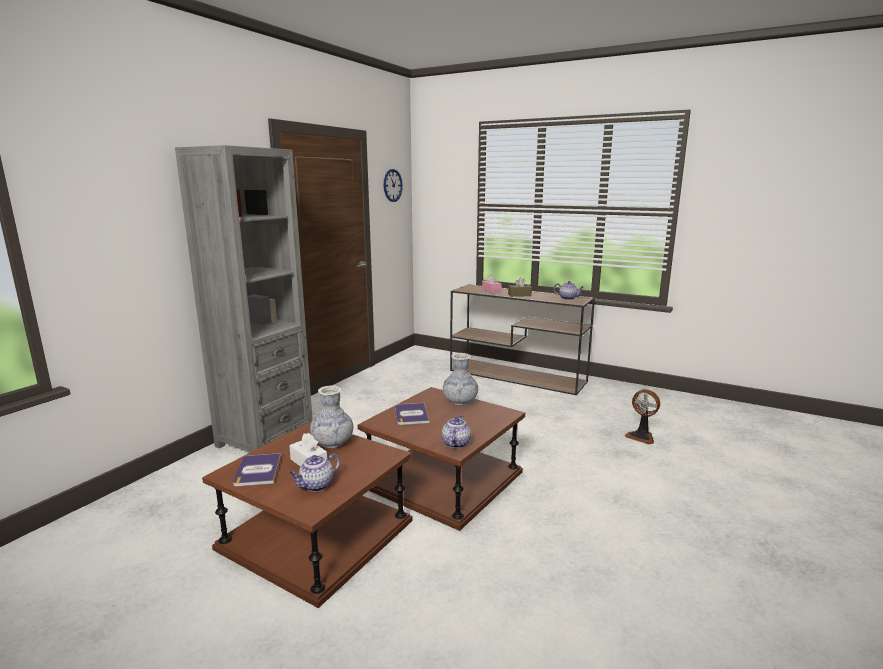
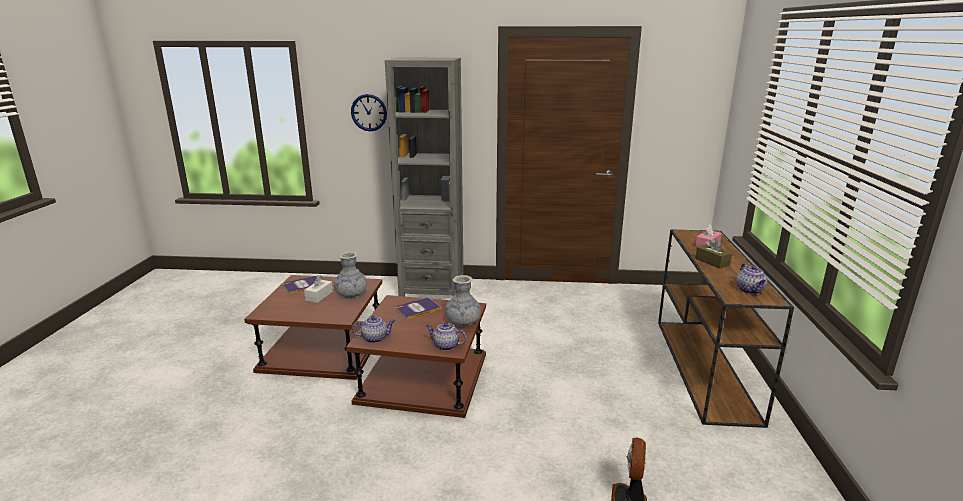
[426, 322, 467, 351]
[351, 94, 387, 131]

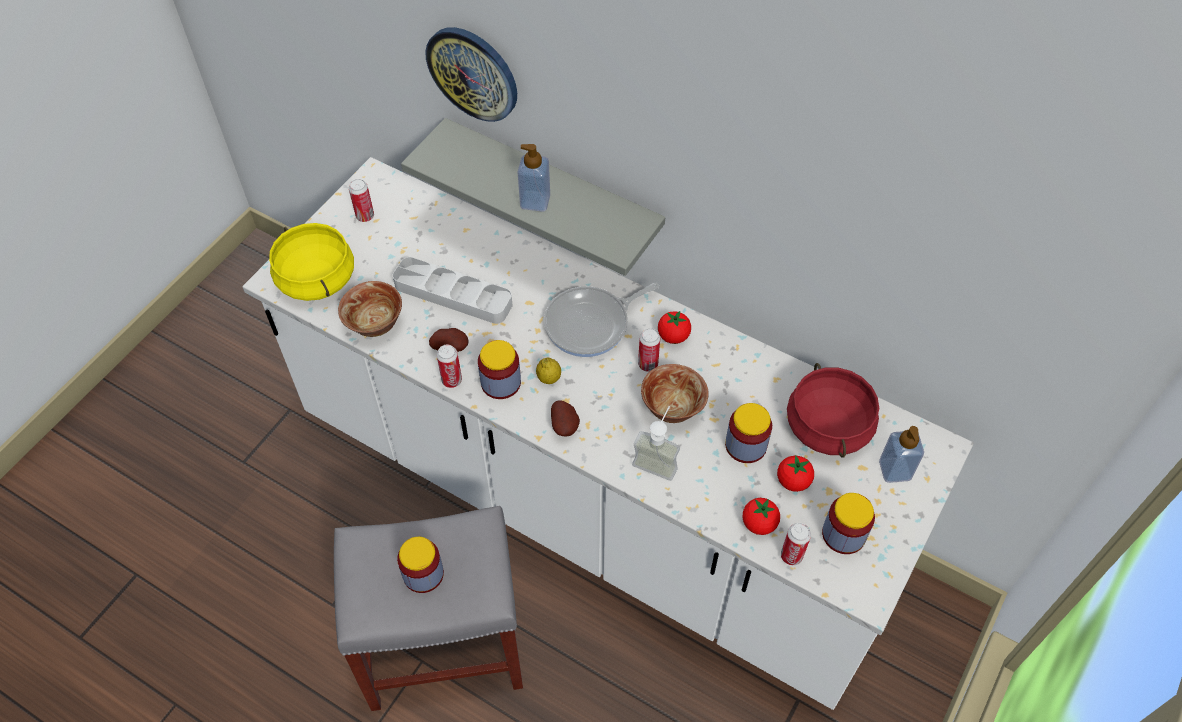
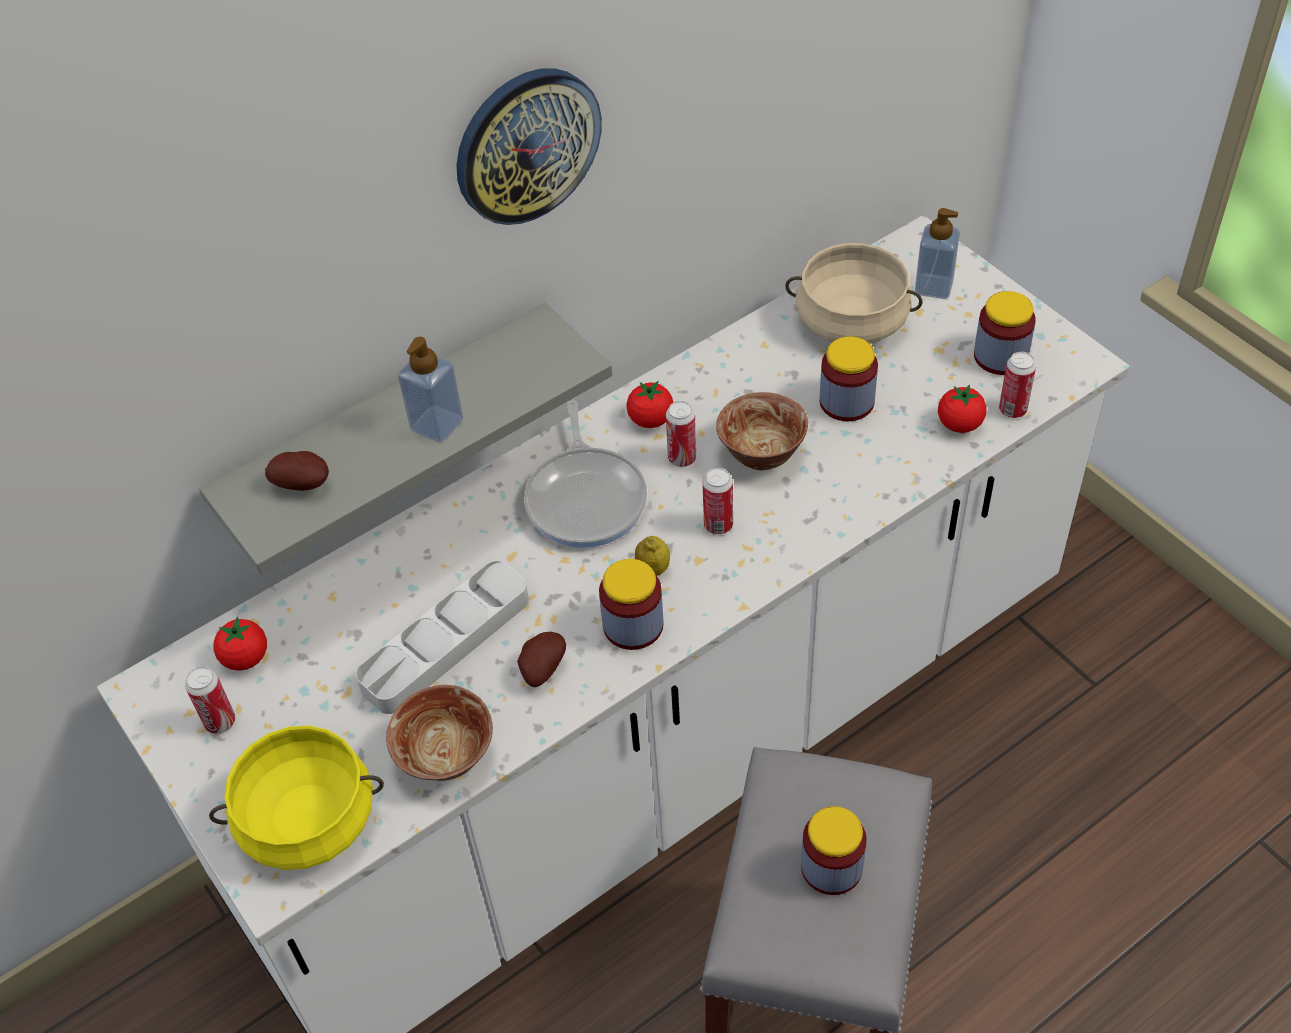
[456, 68, 602, 225]
[703, 467, 733, 534]
[265, 451, 329, 491]
[632, 406, 680, 481] (first image)
[213, 616, 267, 671]
[785, 243, 922, 344]

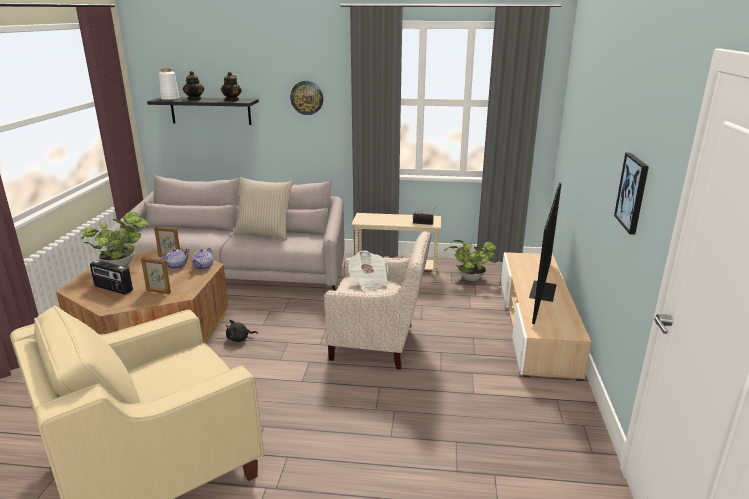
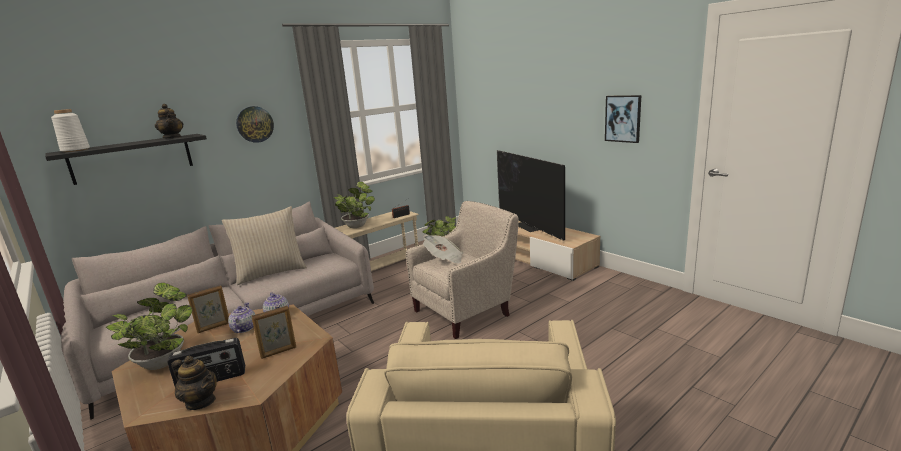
[171, 356, 217, 410]
[226, 320, 258, 342] (first image)
[334, 182, 375, 228]

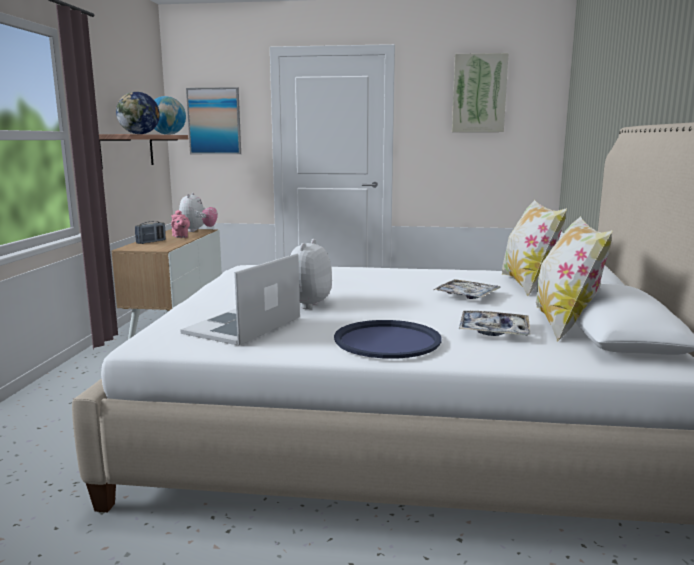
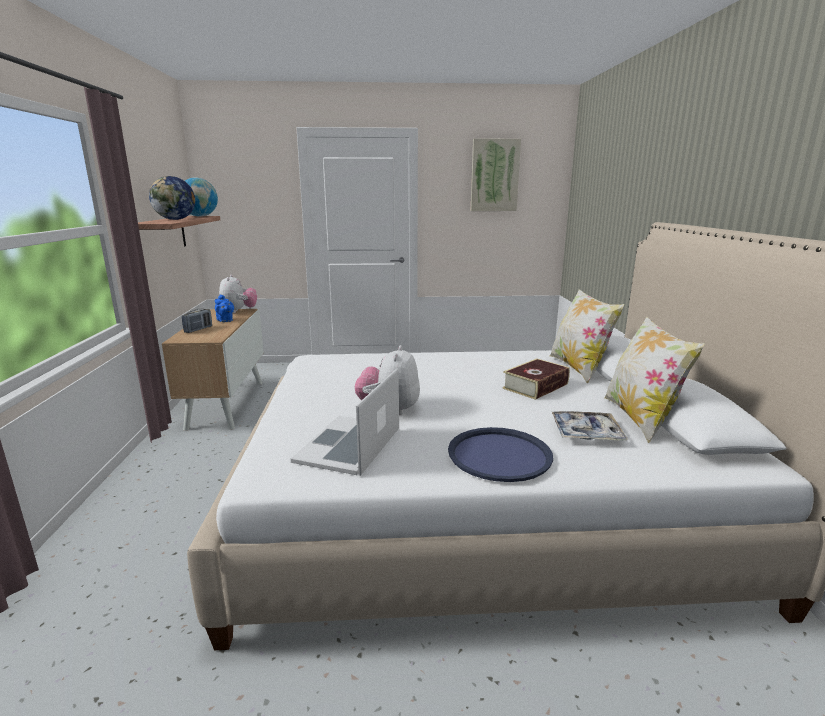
[215, 295, 234, 322]
[186, 87, 241, 154] (first image)
[502, 358, 570, 400]

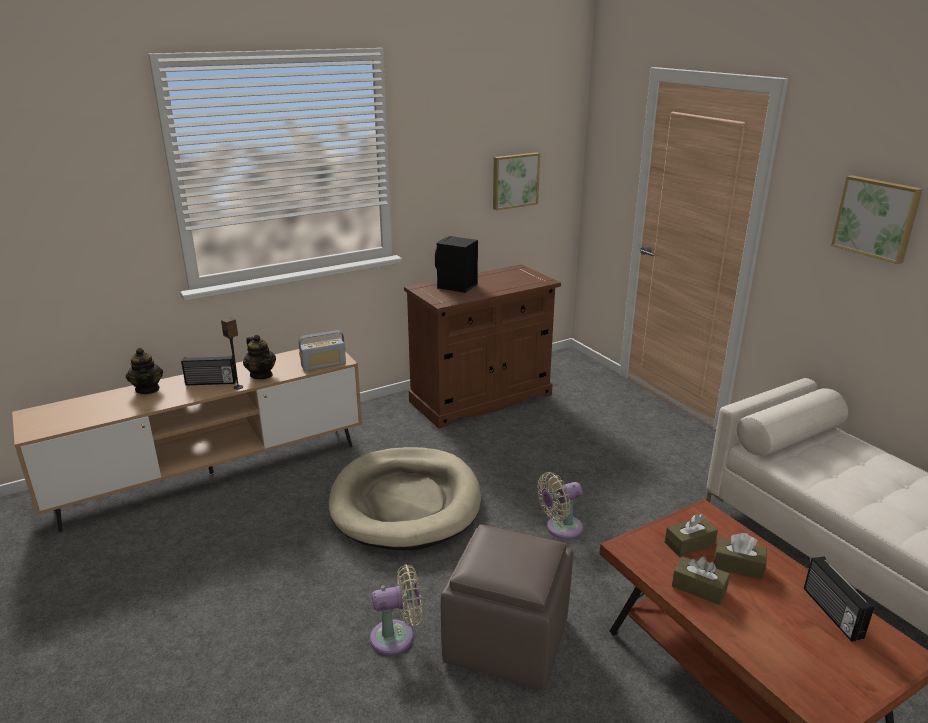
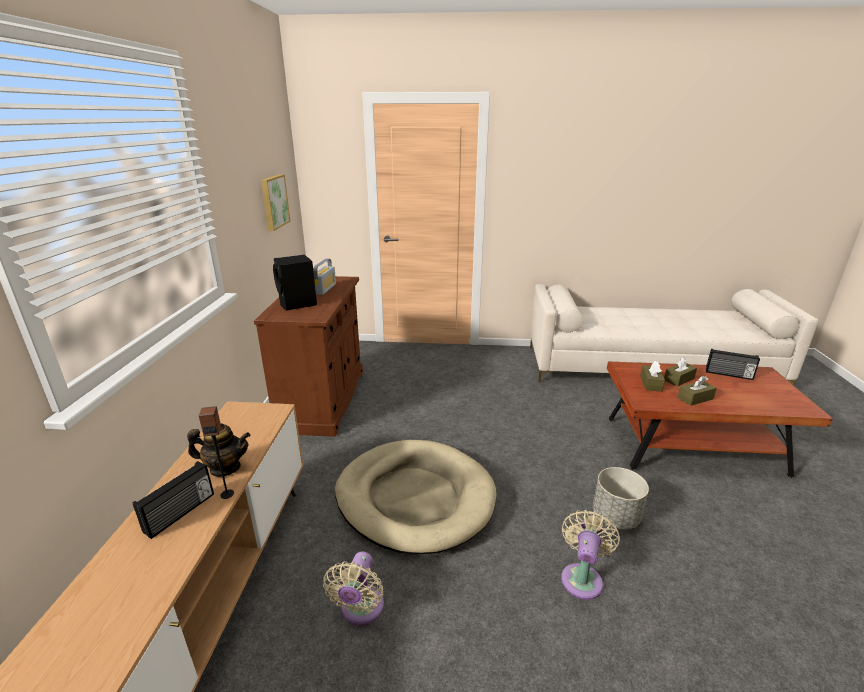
[126, 348, 163, 394] (first image)
[313, 258, 336, 295]
[593, 467, 649, 529]
[323, 551, 384, 625]
[831, 175, 923, 264] (first image)

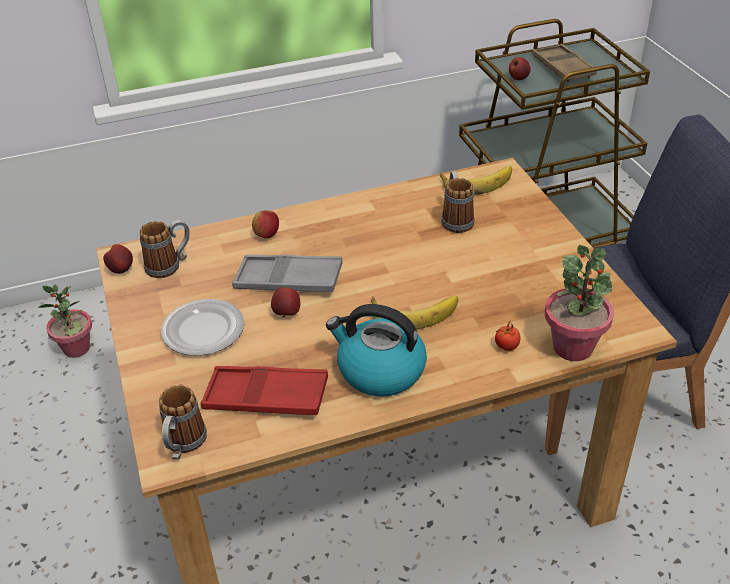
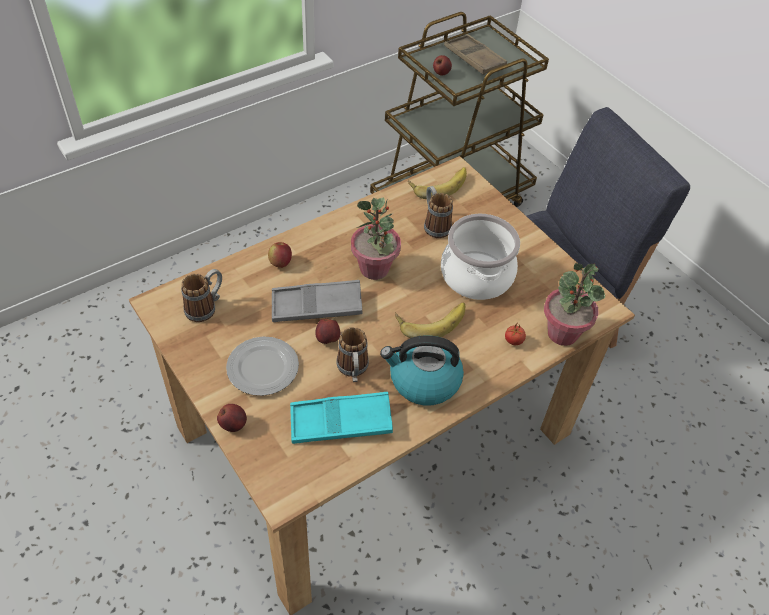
[351, 198, 401, 280]
[217, 404, 247, 432]
[336, 327, 369, 382]
[290, 392, 393, 444]
[441, 214, 520, 300]

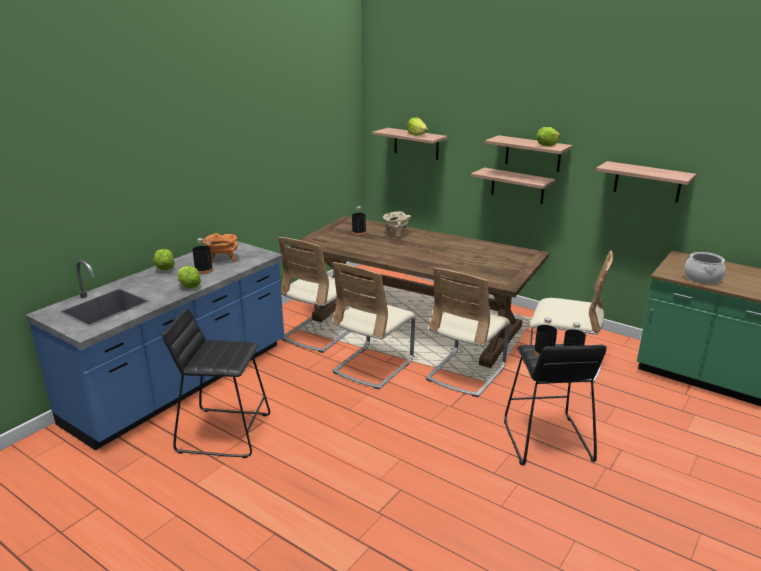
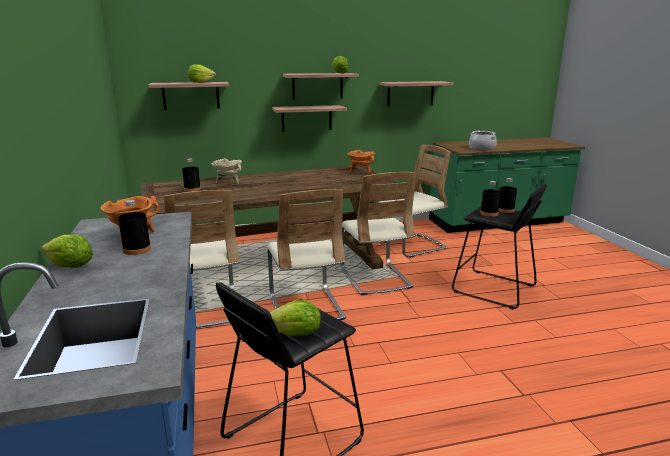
[270, 300, 321, 336]
[347, 150, 375, 174]

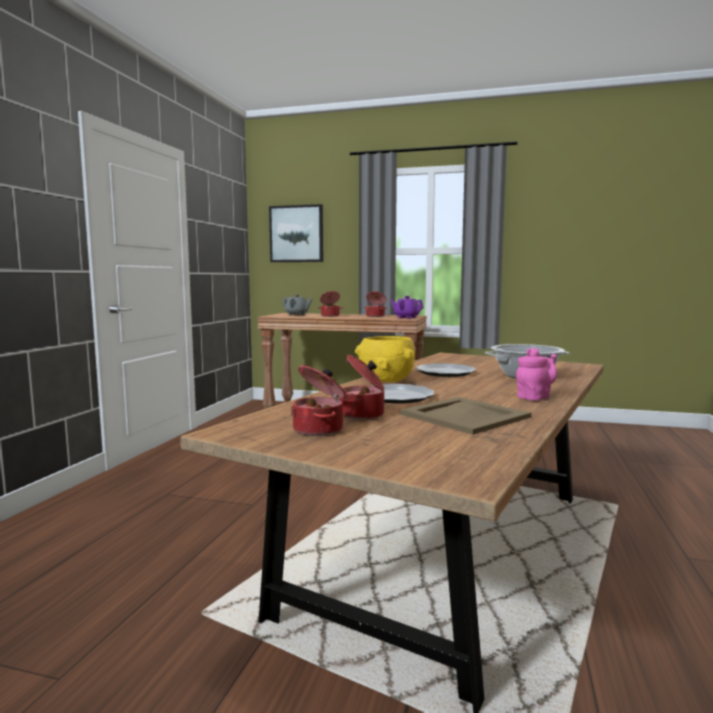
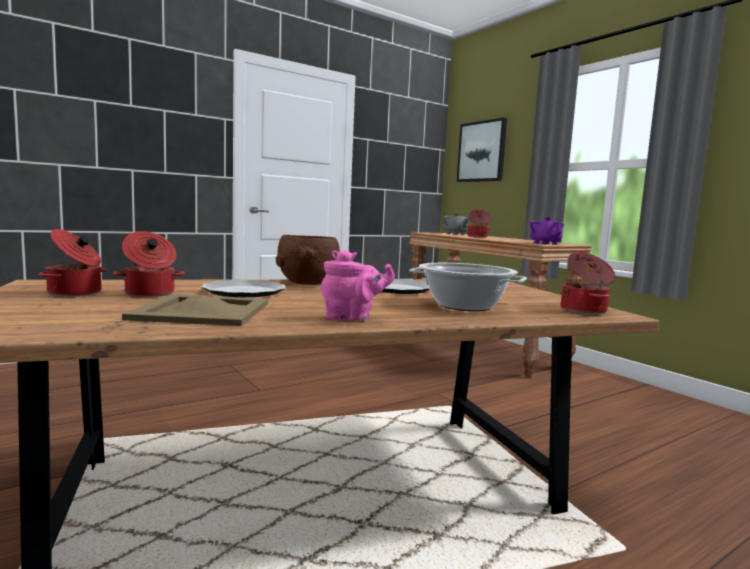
[276, 235, 340, 285]
[561, 252, 615, 315]

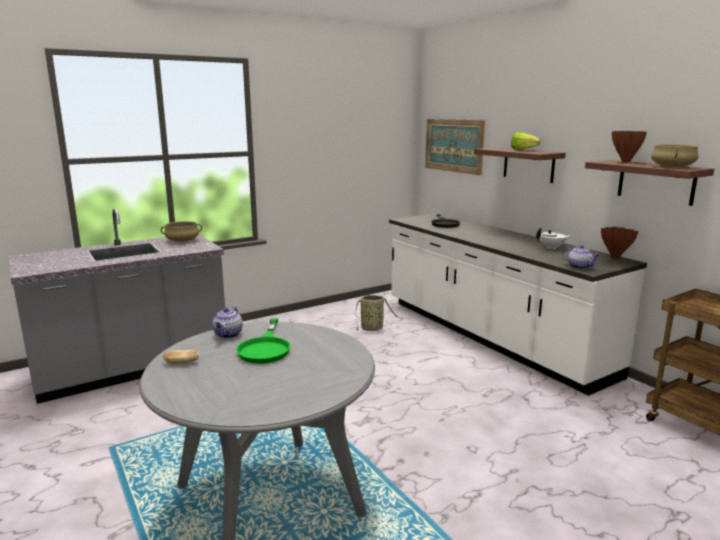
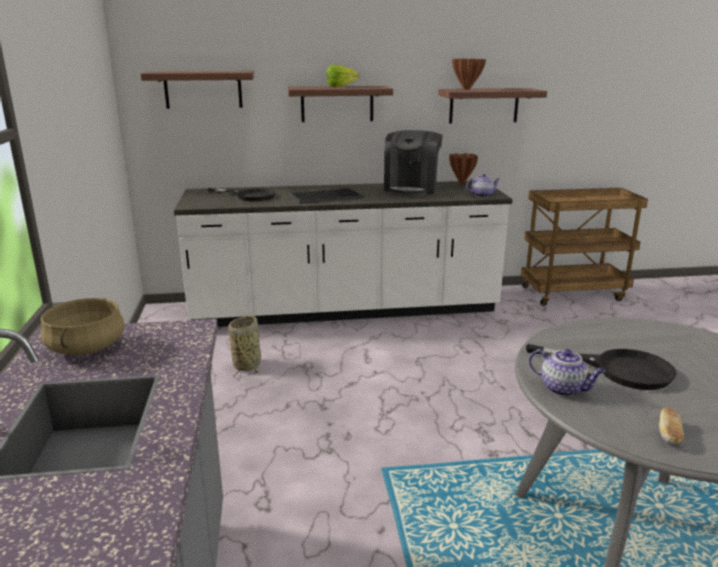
[526, 344, 677, 390]
[141, 71, 254, 109]
[384, 130, 443, 196]
[651, 144, 698, 167] (first image)
[288, 187, 364, 204]

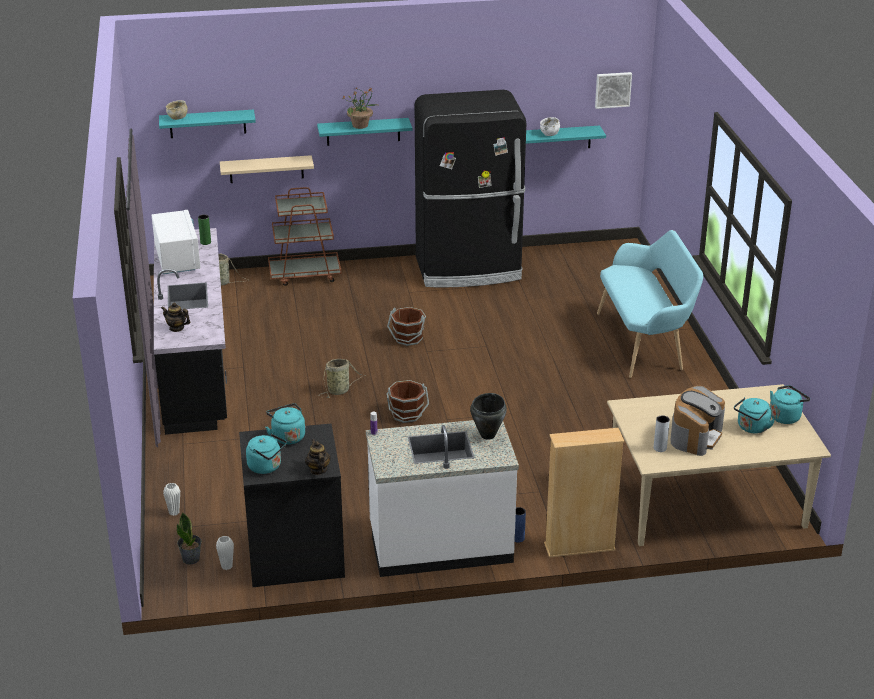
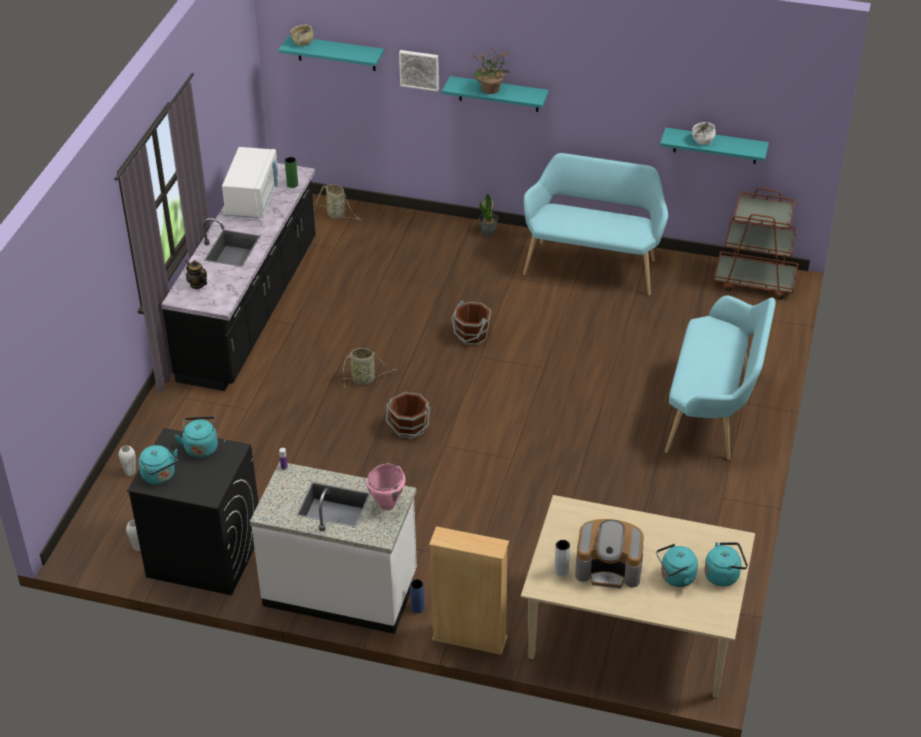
[479, 193, 498, 236]
[220, 155, 314, 183] (first image)
[713, 188, 799, 300]
[305, 440, 331, 475] (first image)
[523, 153, 668, 295]
[366, 463, 405, 510]
[399, 50, 439, 91]
[575, 519, 644, 589]

